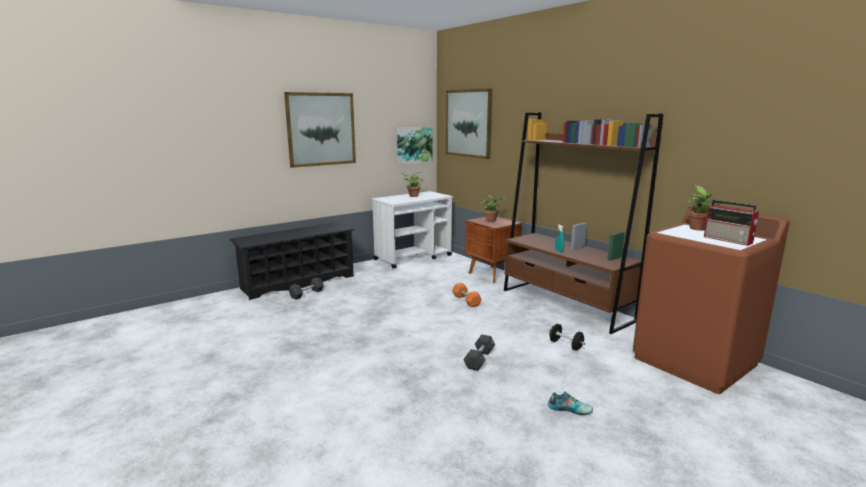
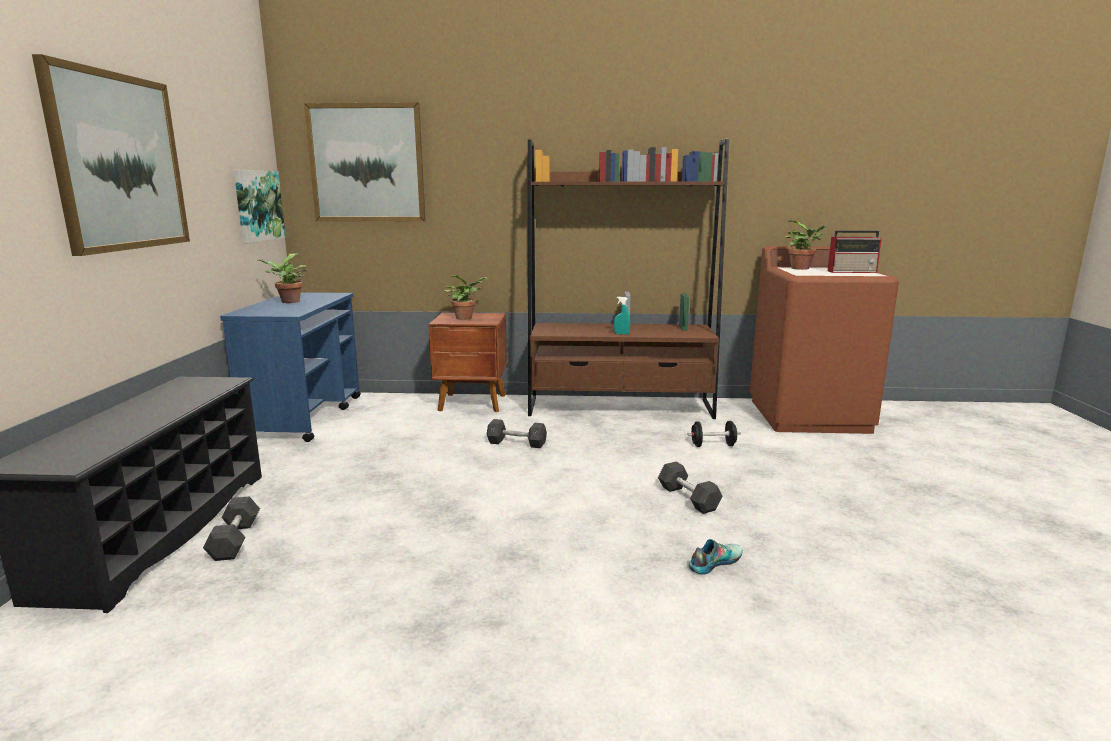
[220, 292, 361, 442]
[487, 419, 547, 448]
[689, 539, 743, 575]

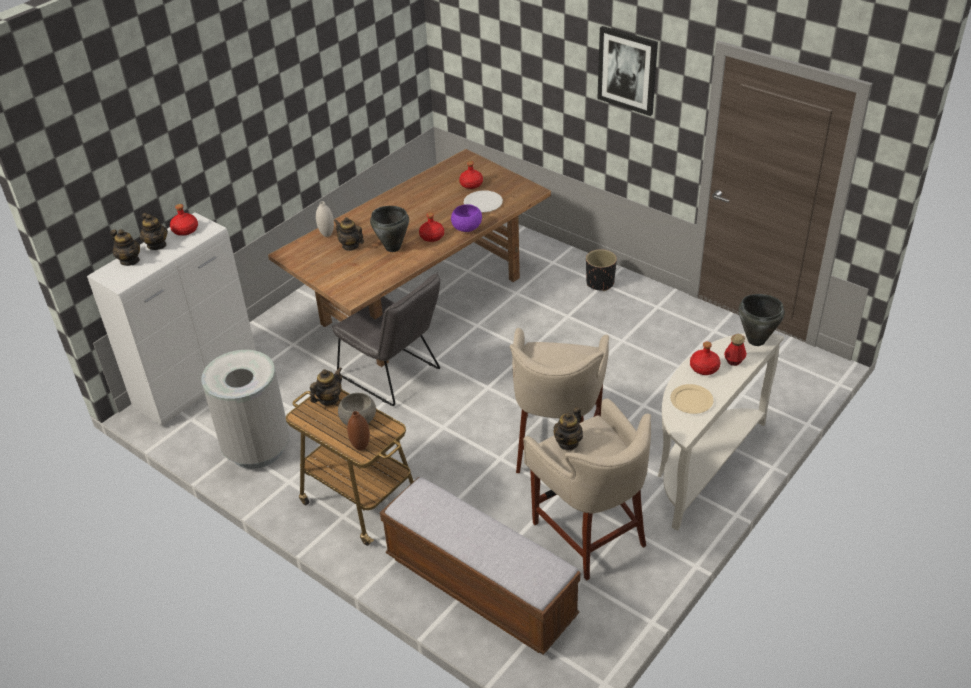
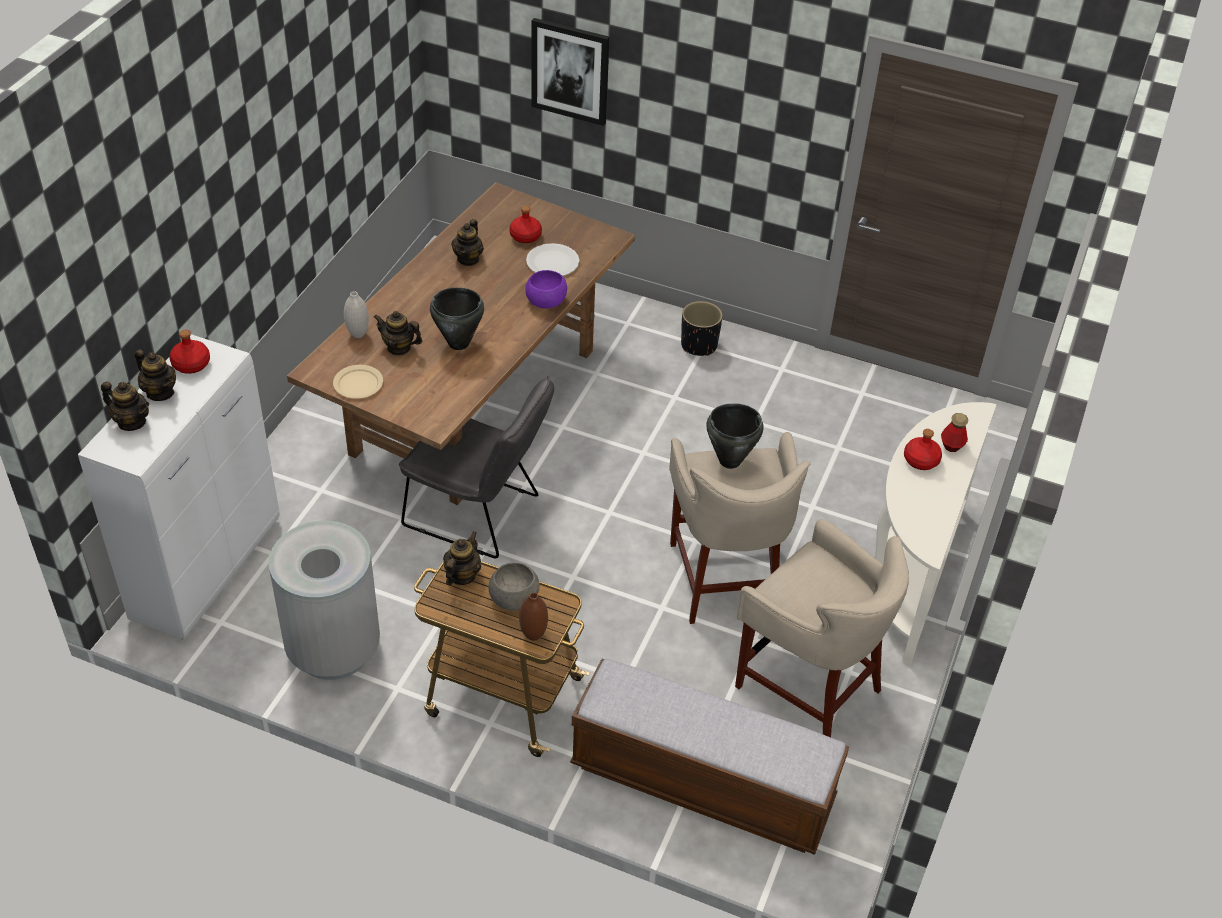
[419, 213, 444, 242] (first image)
[451, 219, 484, 266]
[532, 18, 609, 126]
[333, 365, 383, 399]
[706, 403, 763, 469]

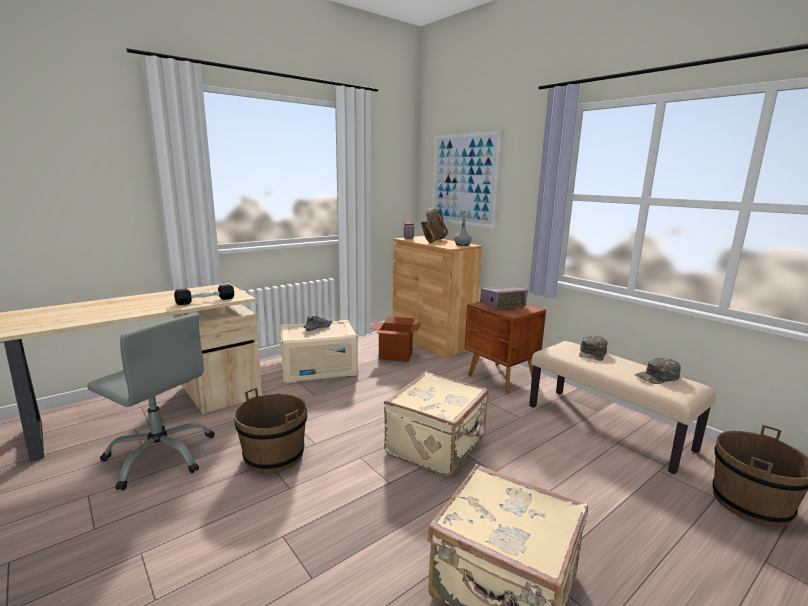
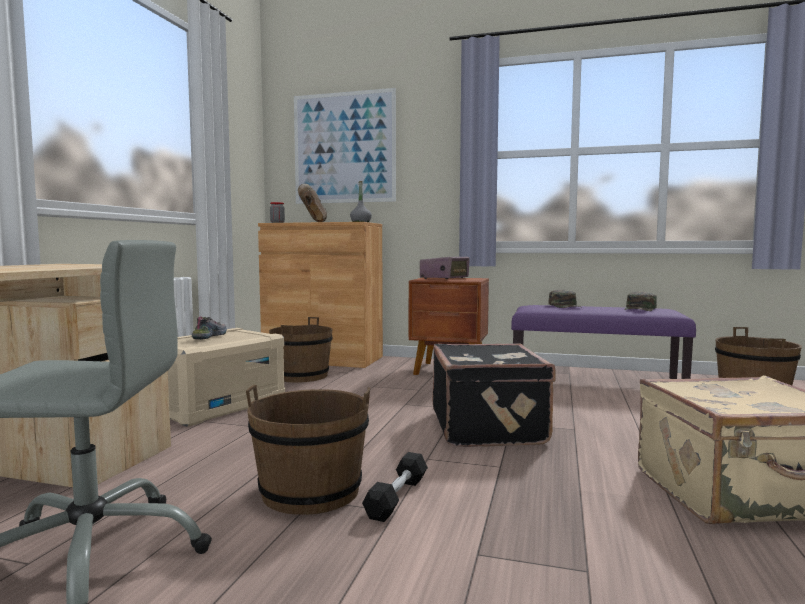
[362, 452, 428, 522]
[269, 317, 333, 383]
[433, 344, 555, 447]
[511, 305, 696, 379]

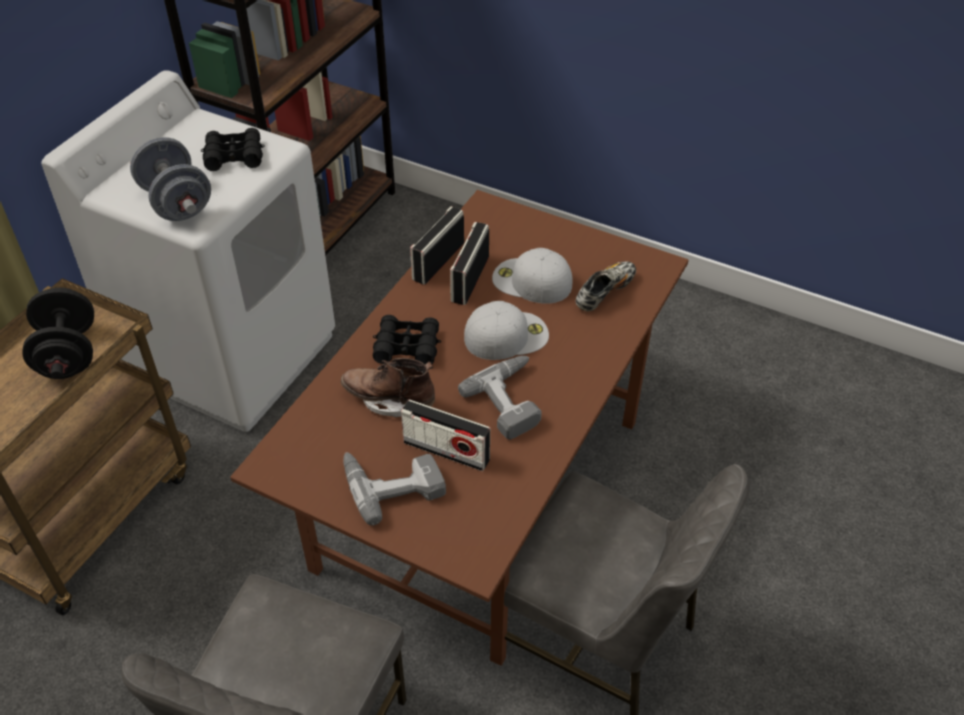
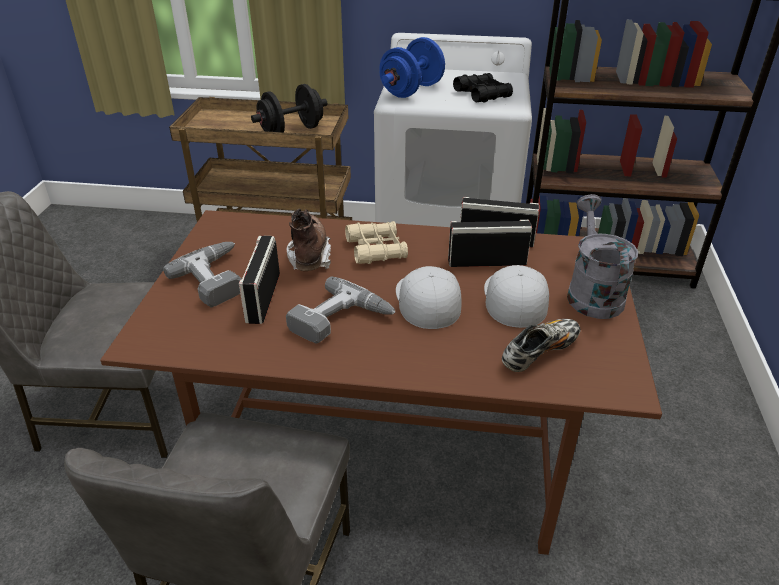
[379, 37, 445, 98]
[345, 221, 408, 264]
[396, 266, 461, 329]
[502, 319, 580, 372]
[567, 194, 638, 319]

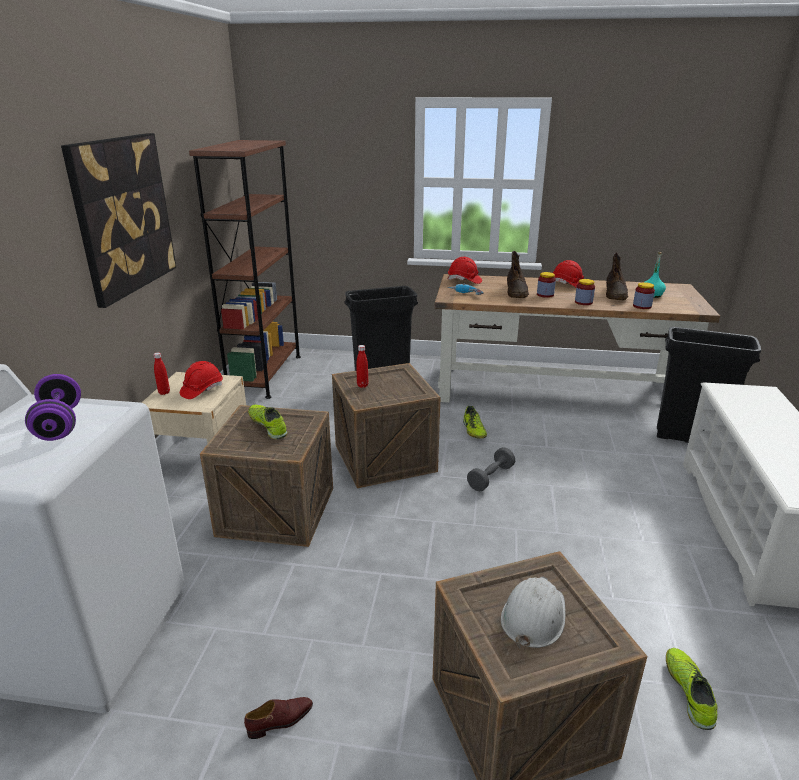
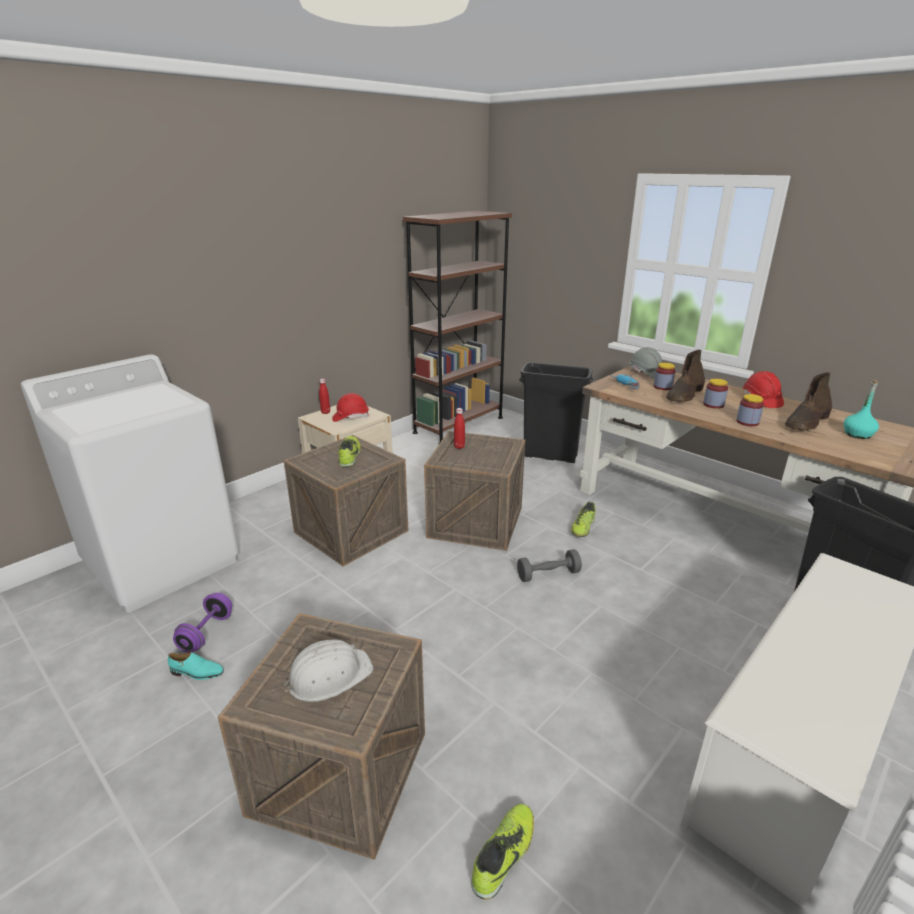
[173, 593, 232, 653]
[61, 133, 176, 308] (first image)
[168, 652, 224, 680]
[630, 347, 662, 379]
[654, 363, 675, 390]

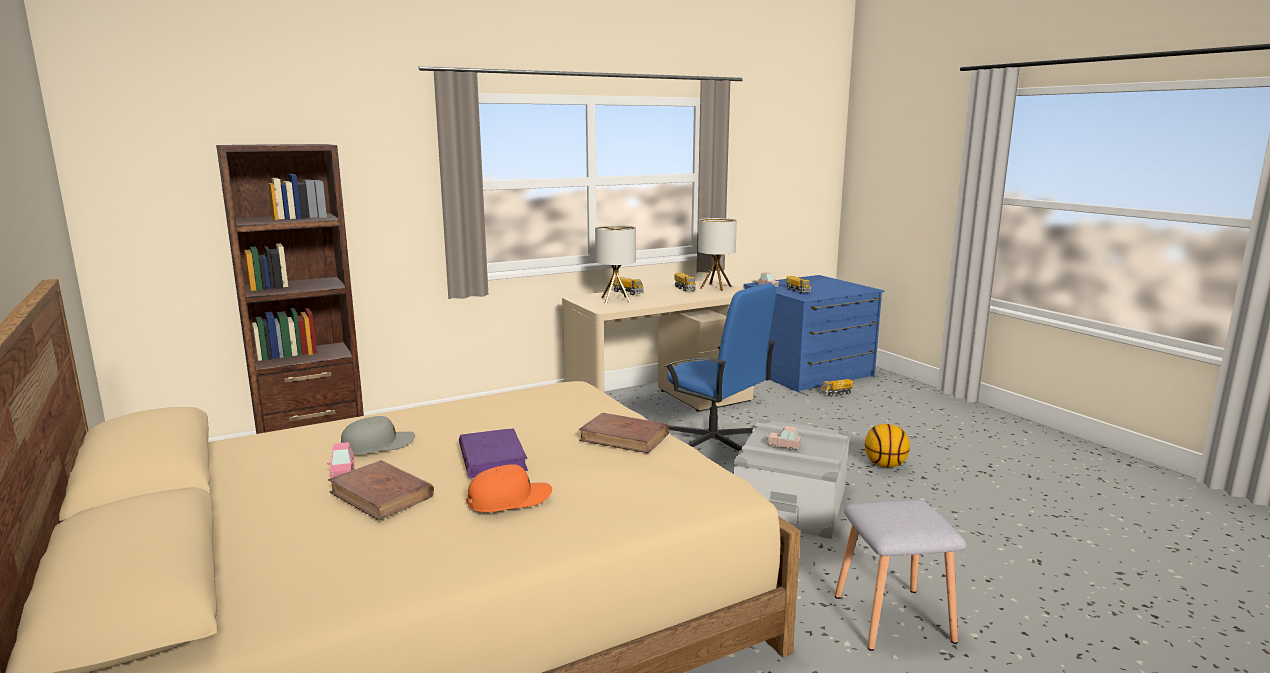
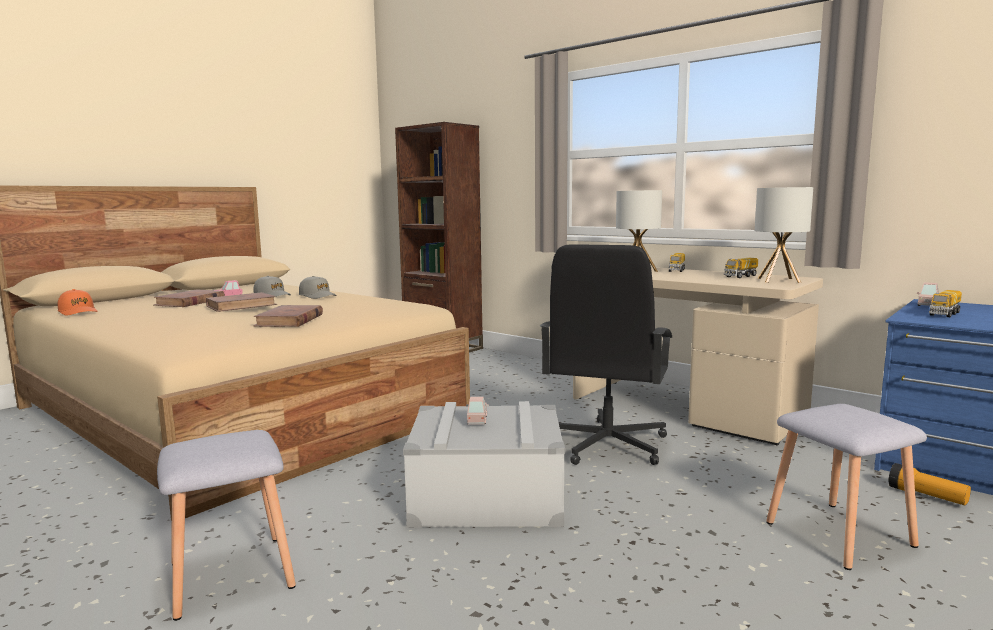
[206, 292, 277, 312]
[58, 289, 98, 316]
[540, 244, 672, 465]
[889, 463, 971, 505]
[865, 424, 910, 467] (first image)
[299, 276, 336, 299]
[766, 404, 927, 570]

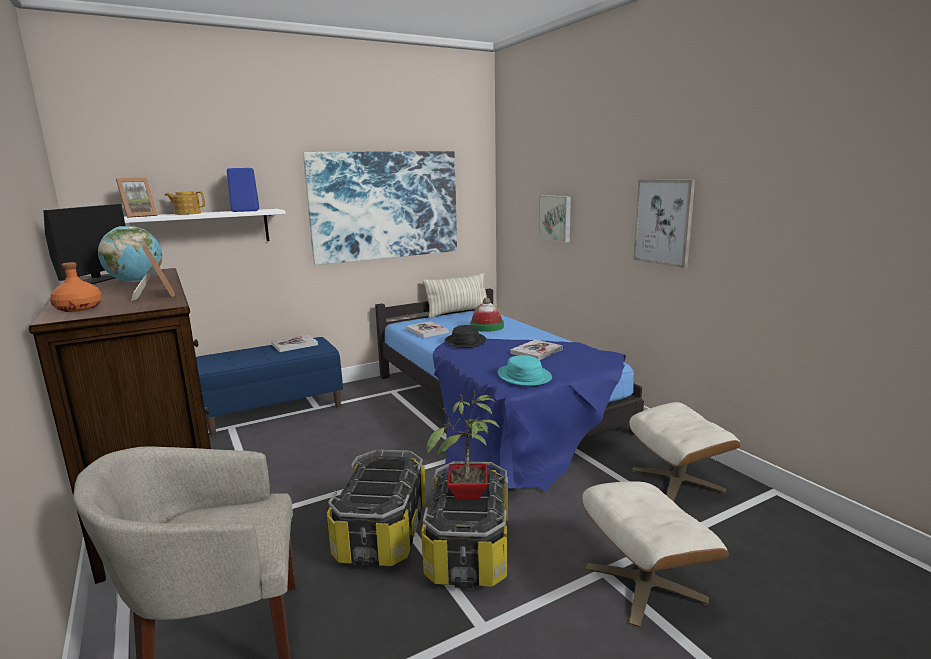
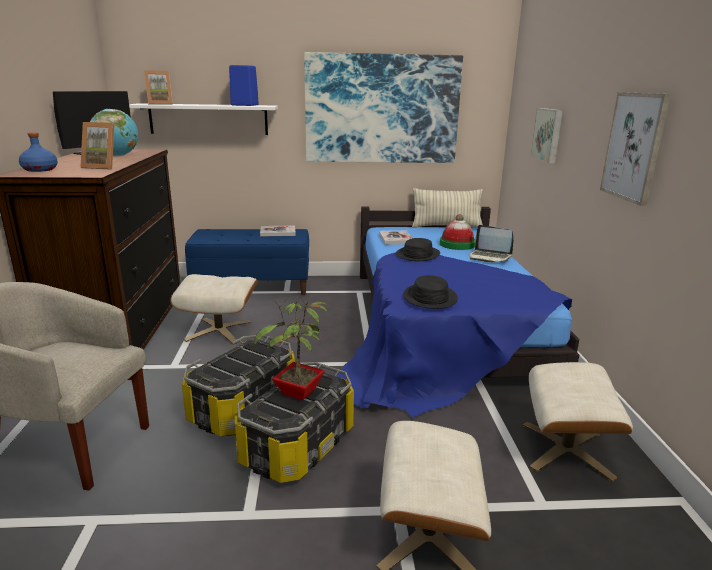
[19, 132, 58, 172]
[80, 122, 115, 170]
[165, 191, 205, 215] (first image)
[404, 275, 458, 309]
[510, 340, 562, 360] (first image)
[170, 274, 258, 345]
[470, 225, 513, 262]

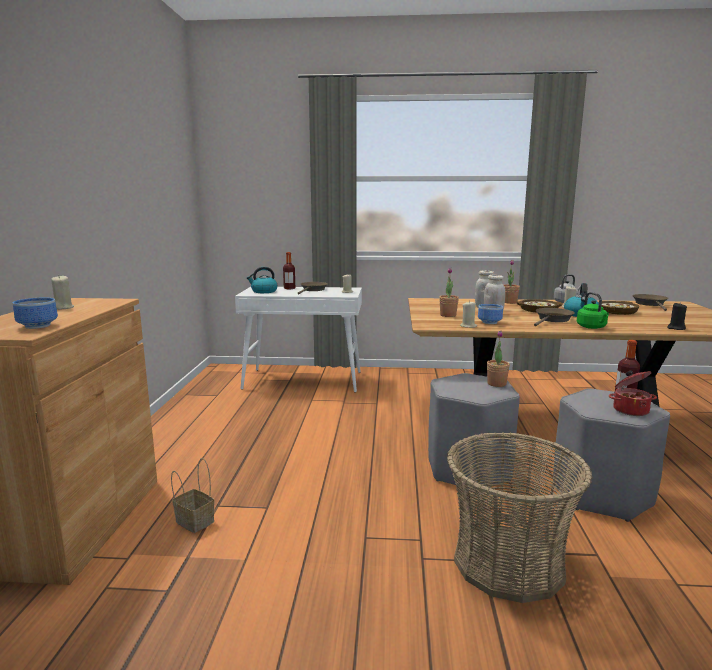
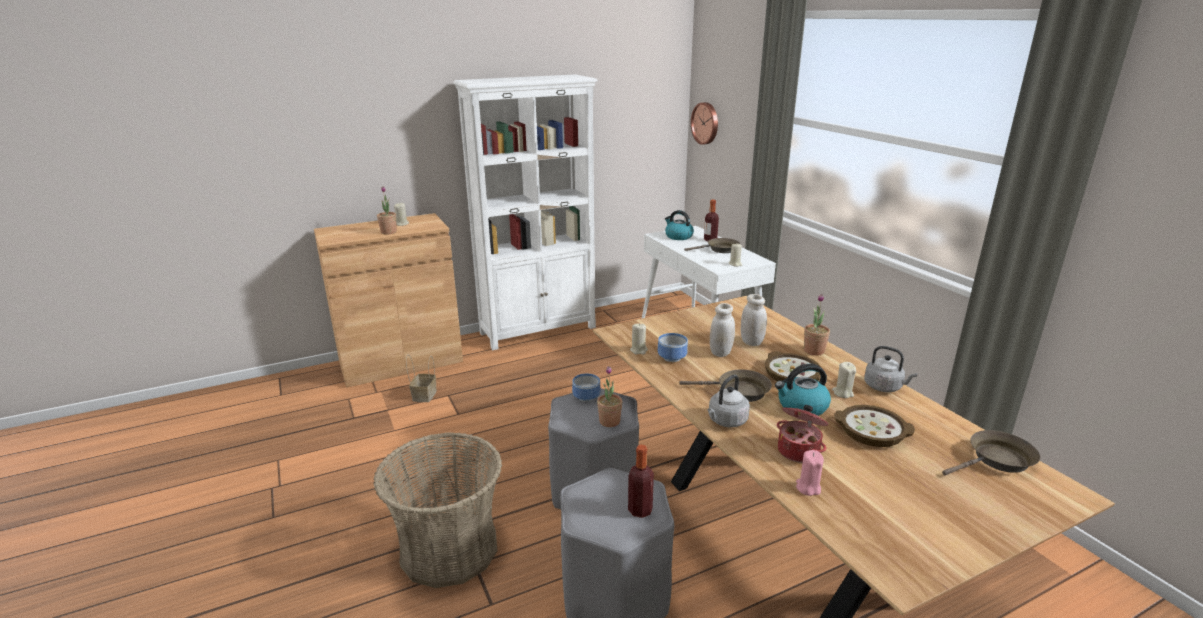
[572, 374, 601, 402]
[377, 186, 397, 235]
[708, 374, 750, 427]
[777, 405, 828, 463]
[796, 450, 824, 496]
[453, 74, 598, 350]
[691, 102, 718, 145]

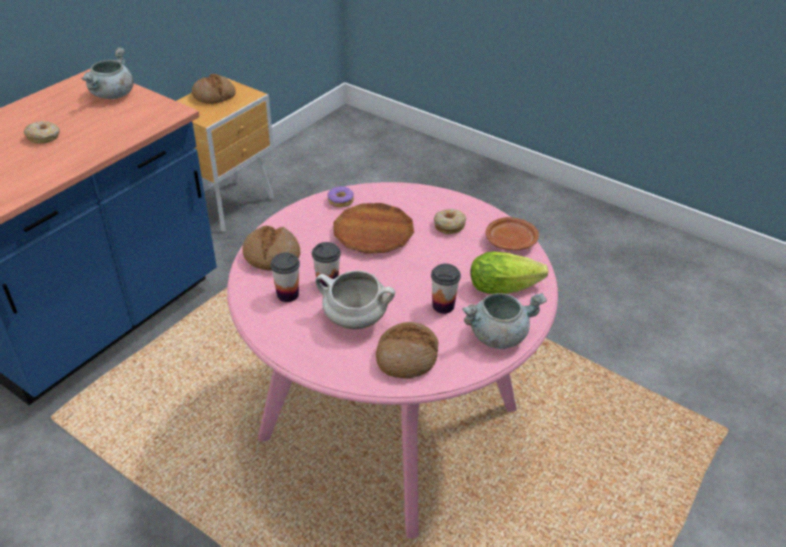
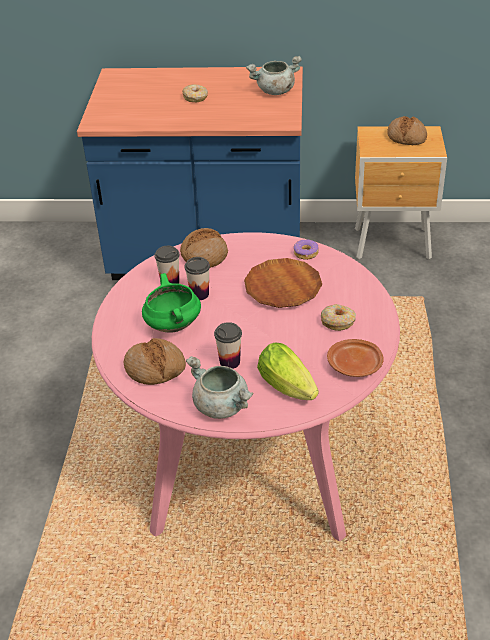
[142, 273, 201, 333]

